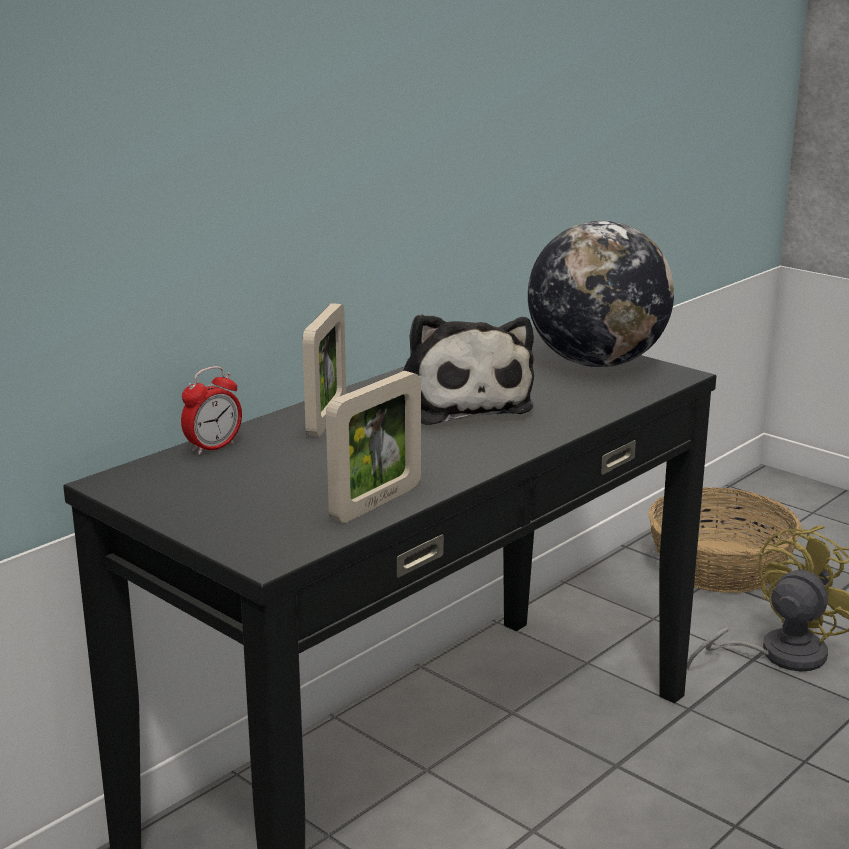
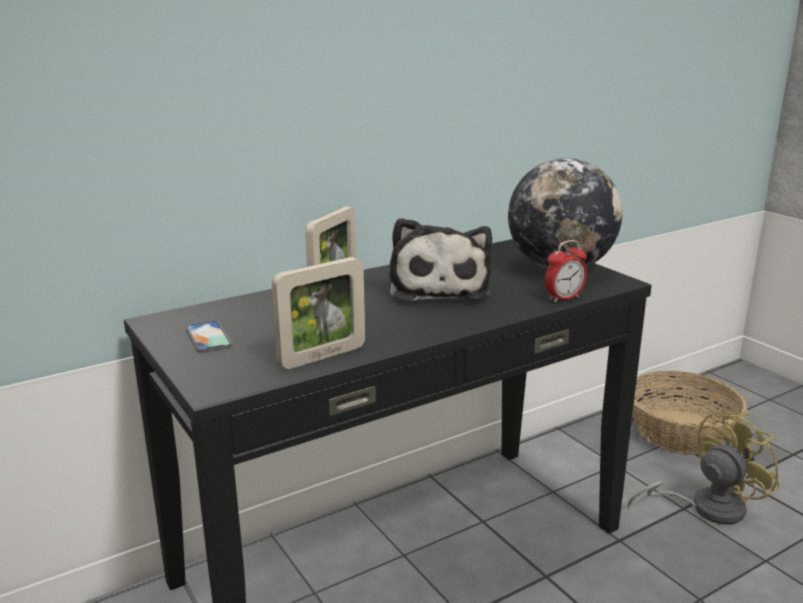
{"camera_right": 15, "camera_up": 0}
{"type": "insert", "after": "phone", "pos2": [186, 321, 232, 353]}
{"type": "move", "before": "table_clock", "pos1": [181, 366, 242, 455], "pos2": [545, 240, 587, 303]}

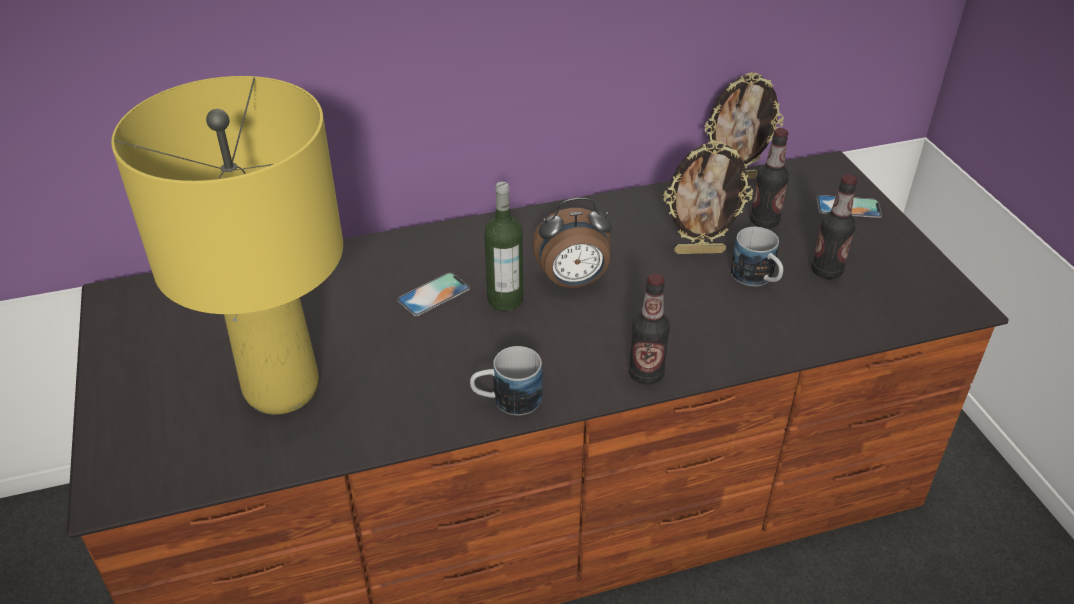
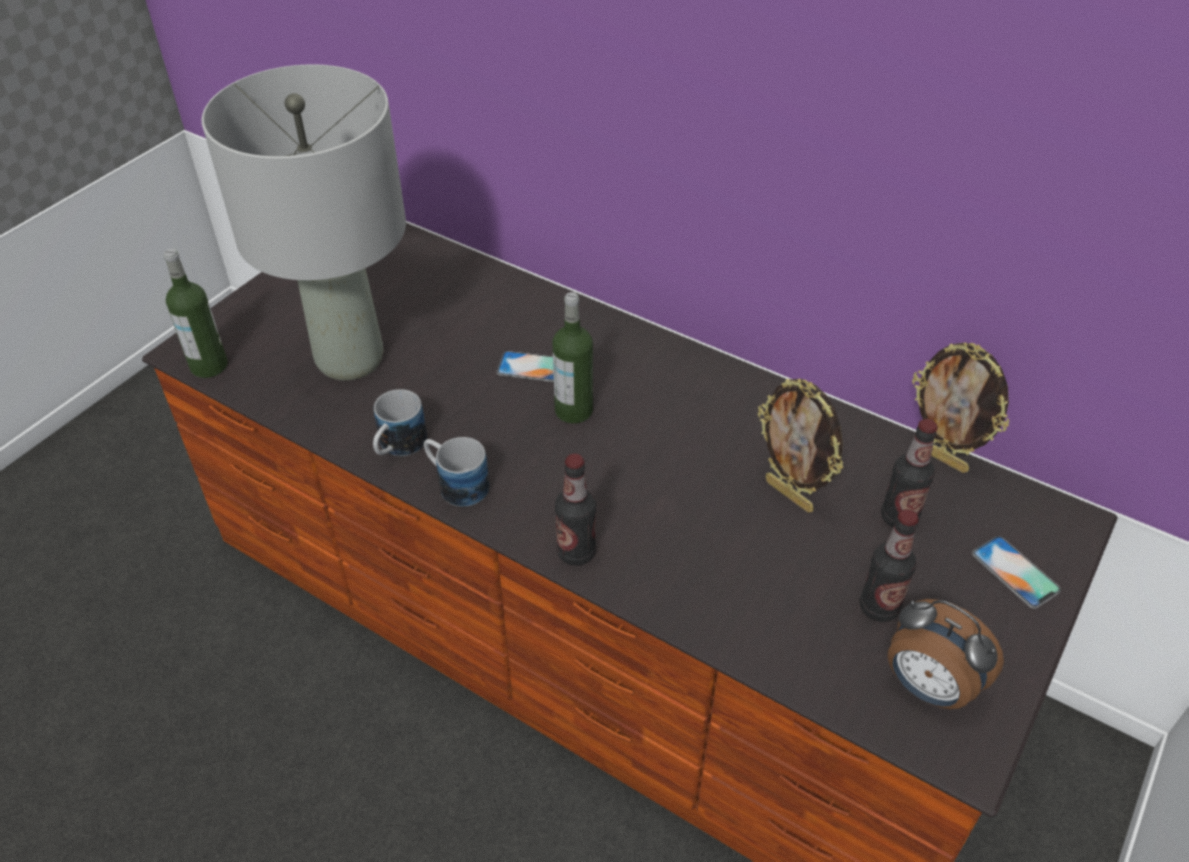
{"camera_right": 50, "camera_up": 5}
{"type": "insert", "after": "beverage_bottle", "pos2": [164, 249, 227, 378]}
{"type": "recolor", "before": "yellow_tabletop_lamp", "after": "greyish_tabletop_lamp", "pos1": [111, 76, 343, 415], "pos2": [202, 64, 406, 381]}
{"type": "move", "before": "tea_mug", "pos1": [731, 227, 783, 286], "pos2": [373, 389, 427, 456]}
{"type": "move", "before": "table_clock", "pos1": [532, 198, 612, 288], "pos2": [887, 599, 1004, 709]}

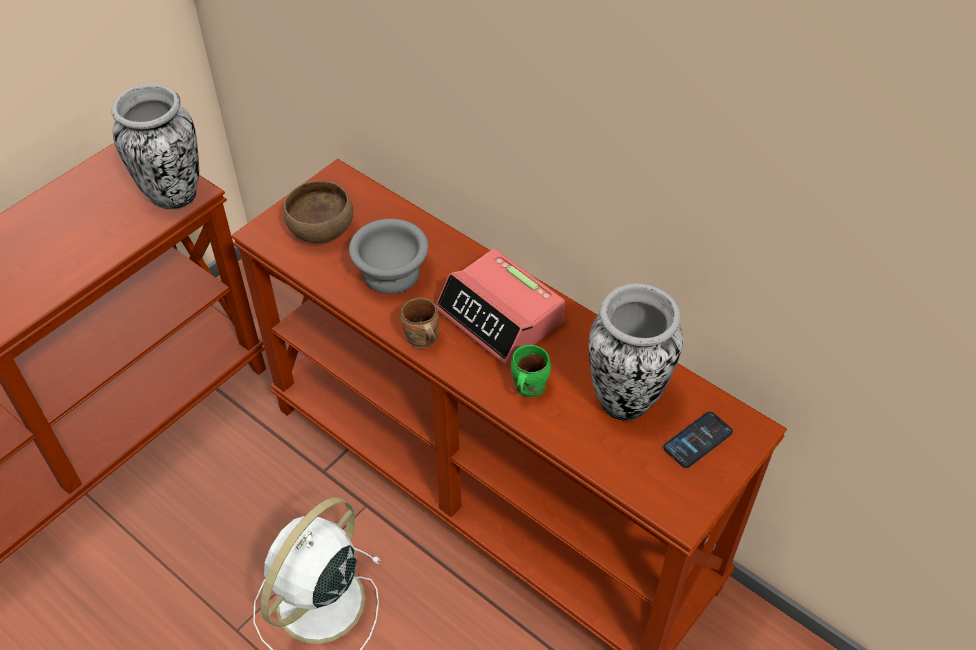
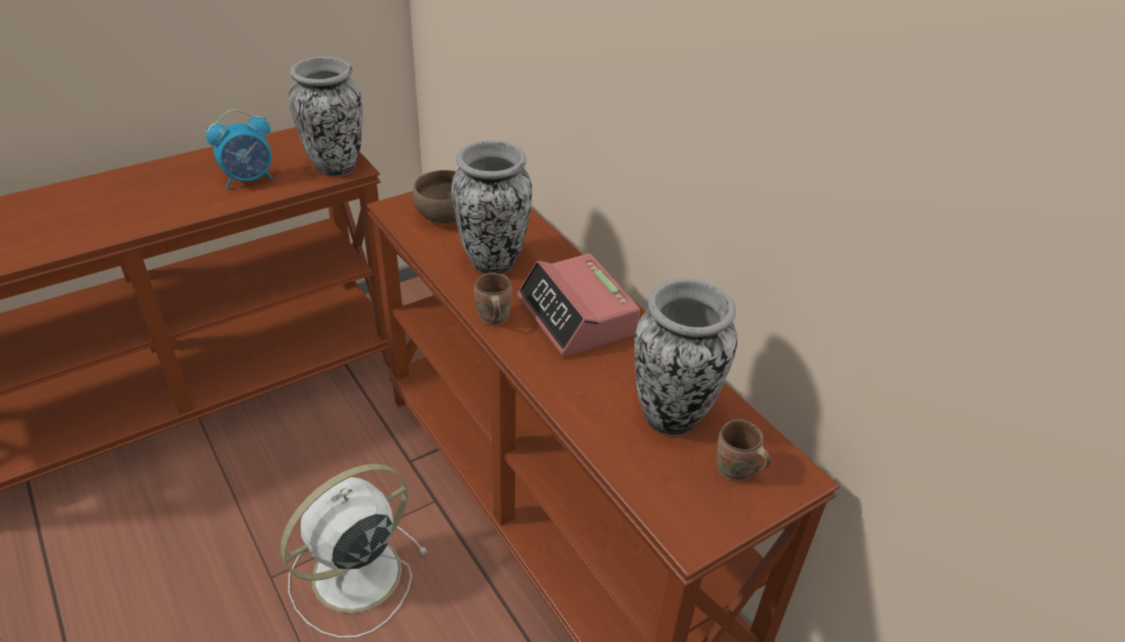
{"camera_right": 15, "camera_up": -10}
{"type": "insert", "after": "table_clock", "pos2": [206, 110, 273, 189]}
{"type": "replace", "before": "greyish_deep_dish", "after": "vase", "pos1": [349, 219, 428, 294], "pos2": [451, 140, 532, 274]}
{"type": "replace", "before": "phone", "after": "brown-coloured_tea_mug", "pos1": [663, 412, 733, 468], "pos2": [717, 419, 771, 481]}
{"type": "delete", "before": "green_tea_mug", "pos1": [511, 345, 551, 398]}

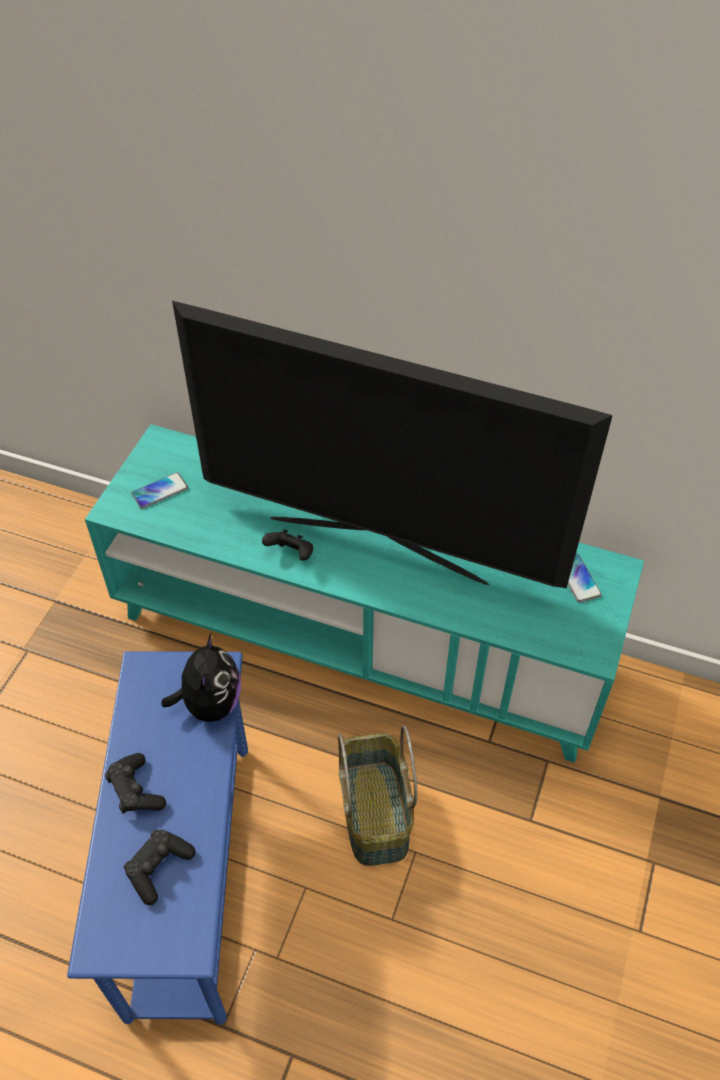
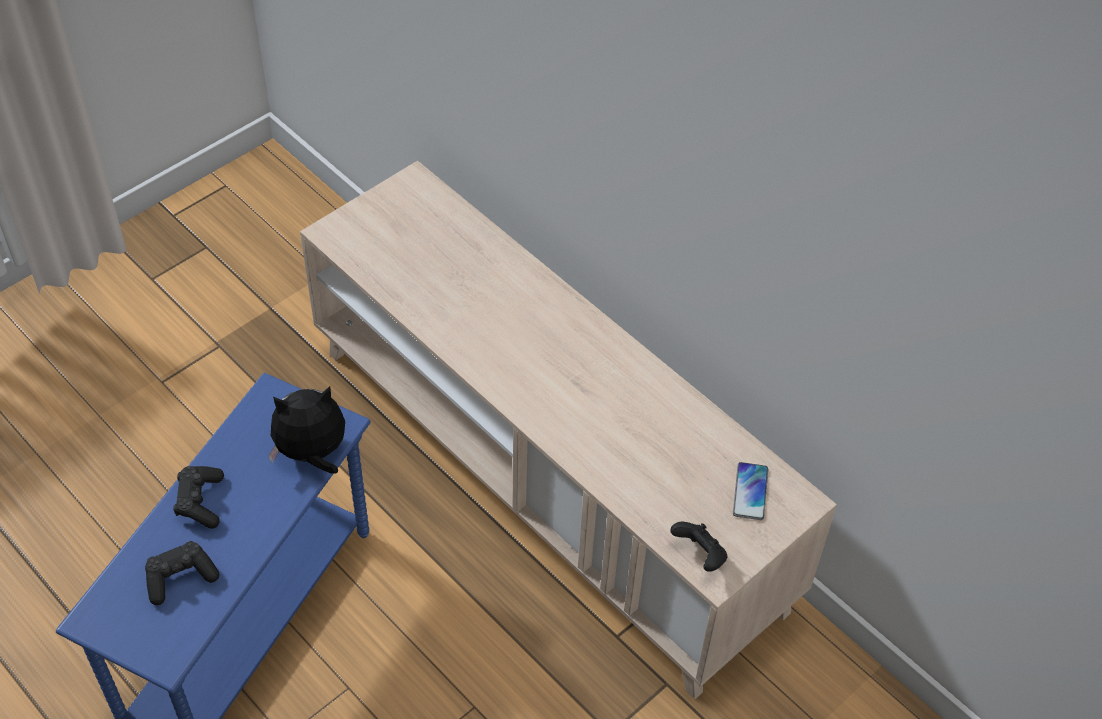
{"camera_right": 25, "camera_up": 0}
{"type": "rotate", "before": "soft_toy", "pos1": [162, 634, 241, 722], "pos2": [268, 386, 345, 474], "turn": -135}
{"type": "recolor", "before": "turquoise-coloured_media_console", "after": "beige_media_console", "pos1": [85, 424, 644, 763], "pos2": [300, 161, 837, 699]}
{"type": "move", "before": "blackish_game_controller", "pos1": [262, 529, 313, 561], "pos2": [670, 522, 727, 572]}
{"type": "delete", "before": "phone", "pos1": [131, 473, 188, 509]}
{"type": "delete", "before": "television", "pos1": [172, 301, 613, 588]}
{"type": "delete", "before": "basket", "pos1": [338, 725, 417, 866]}

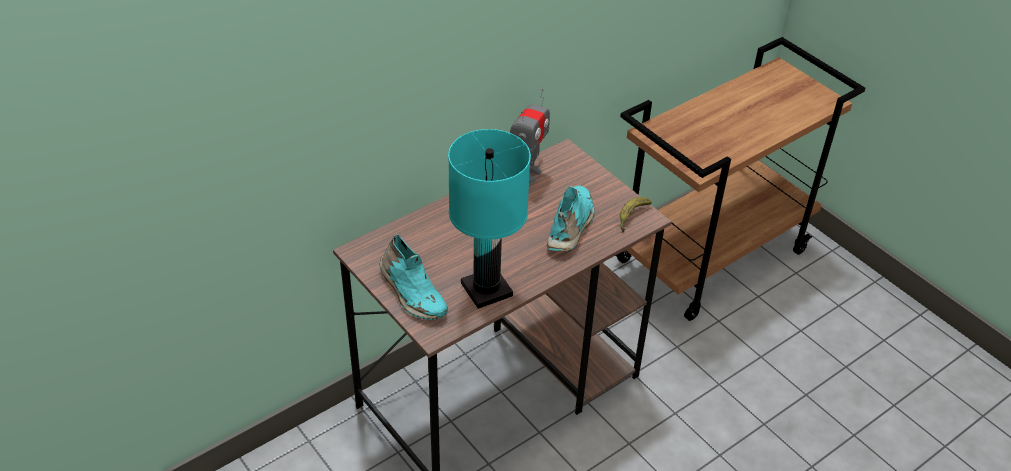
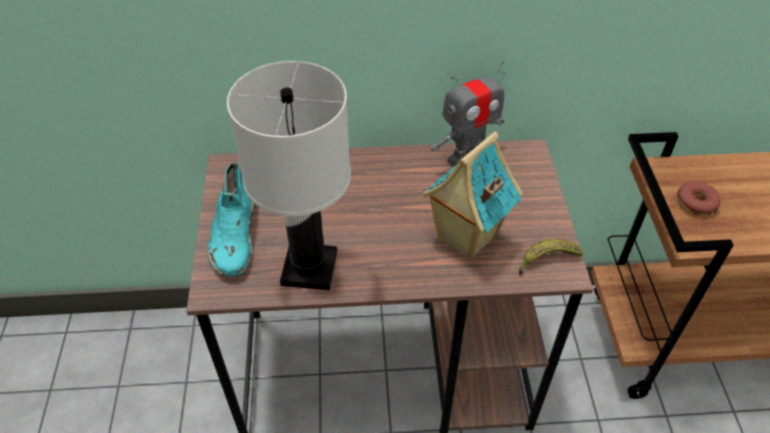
{"camera_right": 35, "camera_up": 5}
{"type": "recolor", "before": "turquoise-coloured_tabletop_lamp", "after": "white_tabletop_lamp", "pos1": [448, 129, 531, 309], "pos2": [227, 61, 351, 290]}
{"type": "replace", "before": "turquoise-coloured_item_of_footwear", "after": "miniature_house", "pos1": [546, 186, 595, 251], "pos2": [423, 132, 523, 261]}
{"type": "insert", "after": "ring_doughnut", "pos2": [677, 181, 721, 215]}

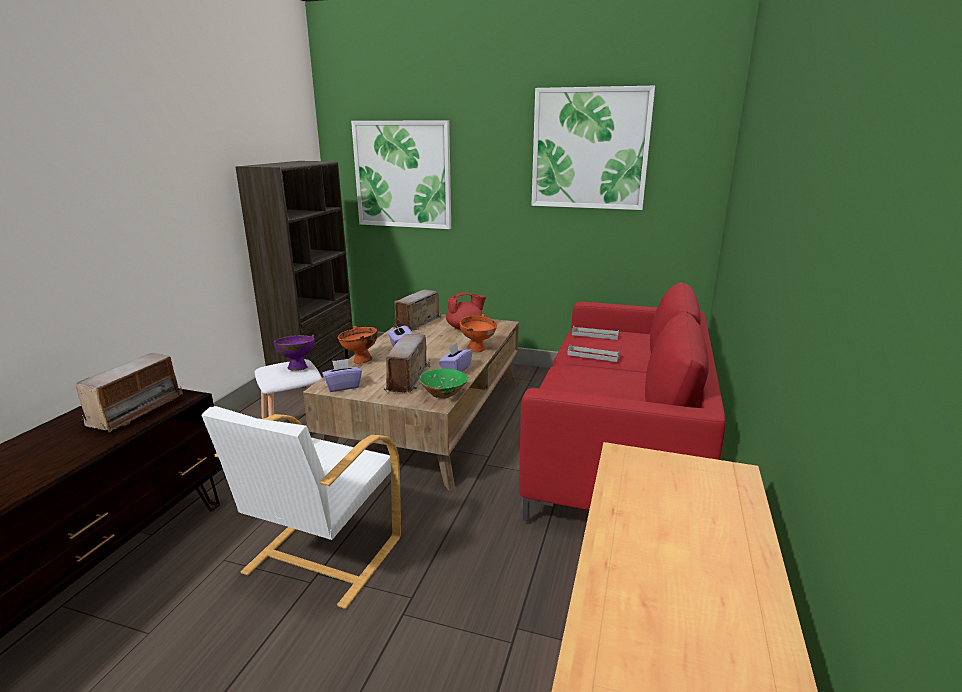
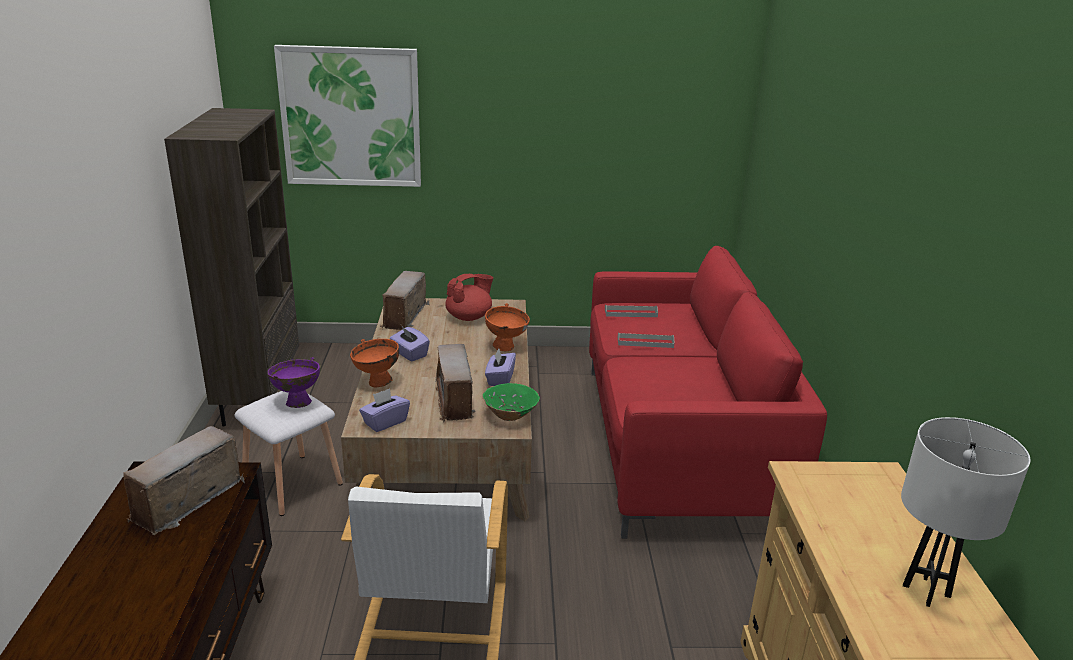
{"camera_right": -20, "camera_up": 5}
{"type": "rotate", "before": "radio_receiver", "pos1": [76, 353, 183, 432], "pos2": [123, 426, 245, 535], "turn": -150}
{"type": "insert", "after": "white_tabletop_lamp", "pos2": [901, 417, 1031, 607]}
{"type": "delete", "before": "wall_art", "pos1": [531, 86, 655, 210]}

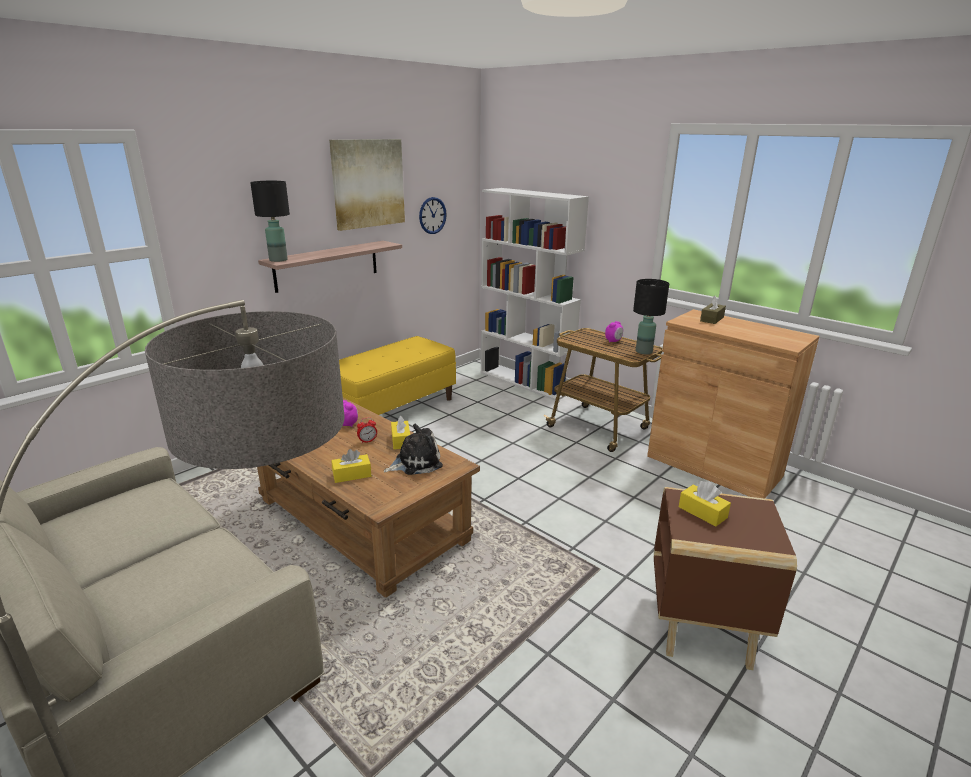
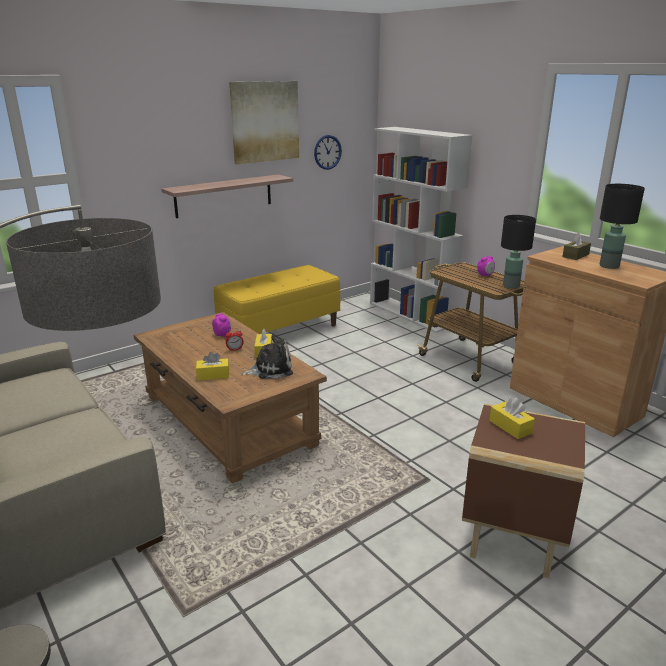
{"camera_right": 10, "camera_up": 0}
{"type": "move", "before": "blackish_tabletop_lamp", "pos1": [250, 181, 290, 262], "pos2": [600, 184, 645, 269]}

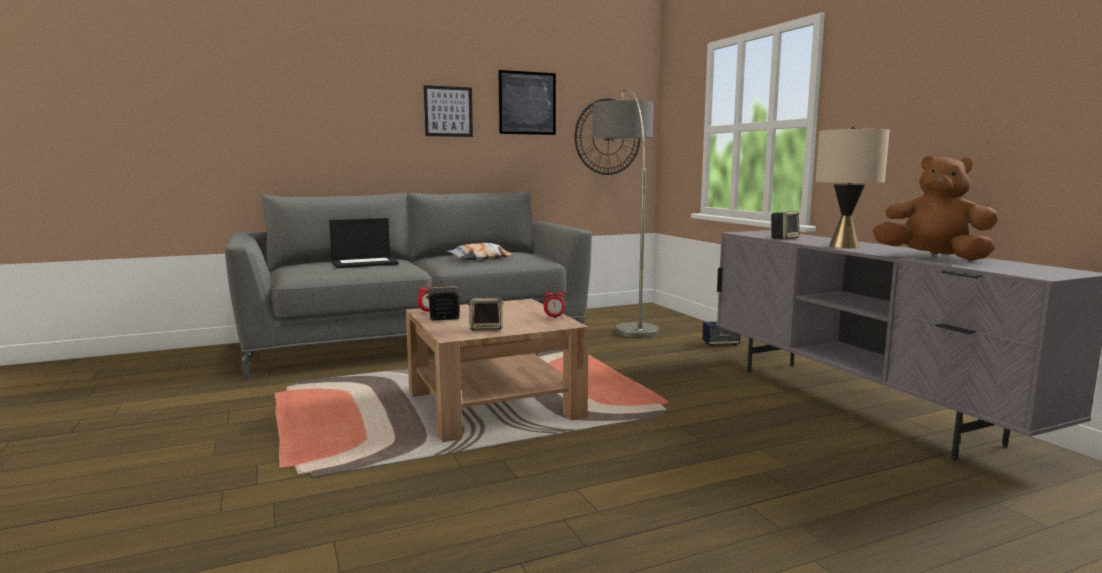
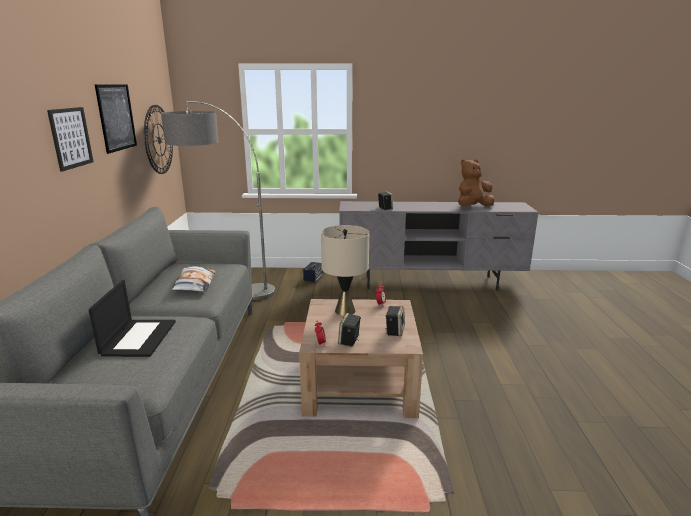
{"camera_right": -65, "camera_up": 10}
{"type": "move", "before": "beige_tabletop_lamp", "pos1": [815, 126, 890, 248], "pos2": [321, 225, 369, 316]}

